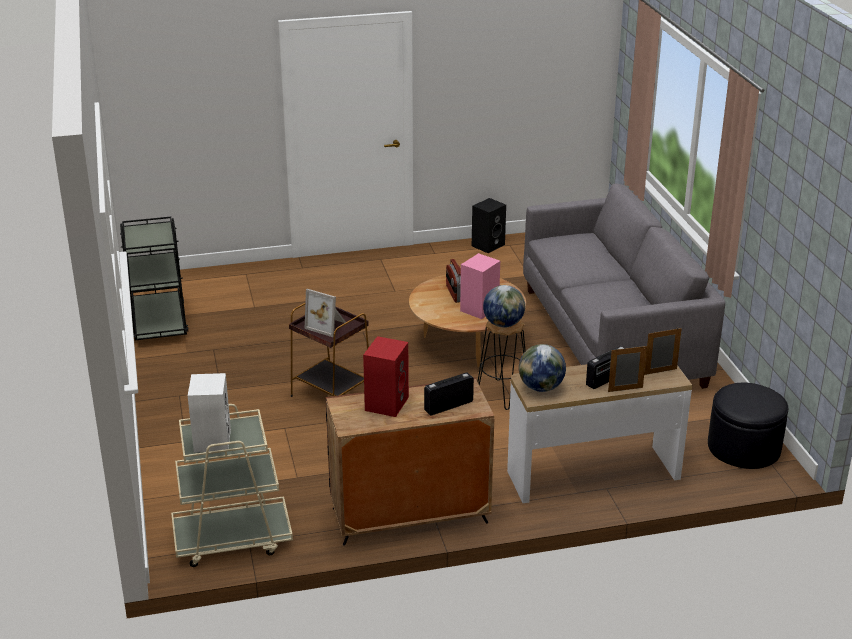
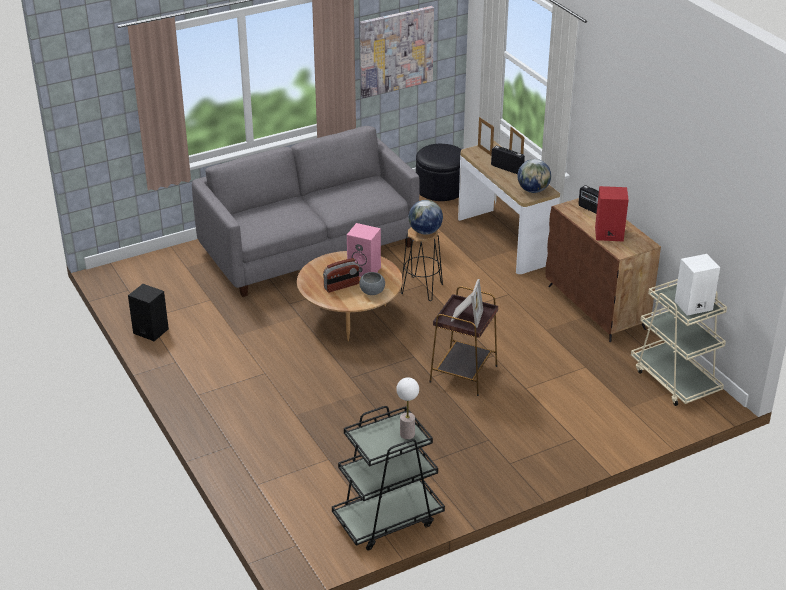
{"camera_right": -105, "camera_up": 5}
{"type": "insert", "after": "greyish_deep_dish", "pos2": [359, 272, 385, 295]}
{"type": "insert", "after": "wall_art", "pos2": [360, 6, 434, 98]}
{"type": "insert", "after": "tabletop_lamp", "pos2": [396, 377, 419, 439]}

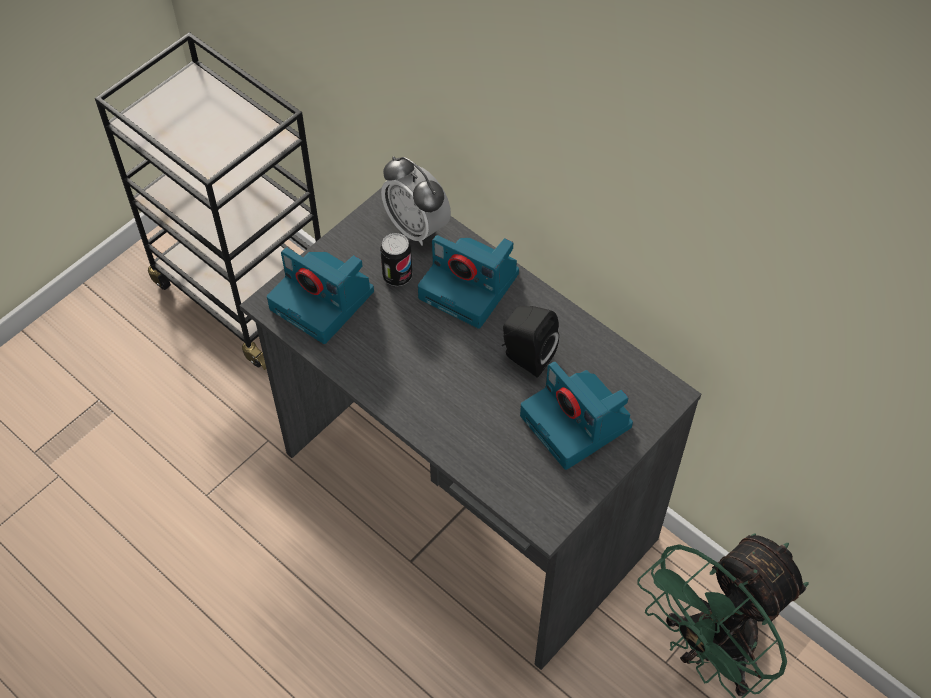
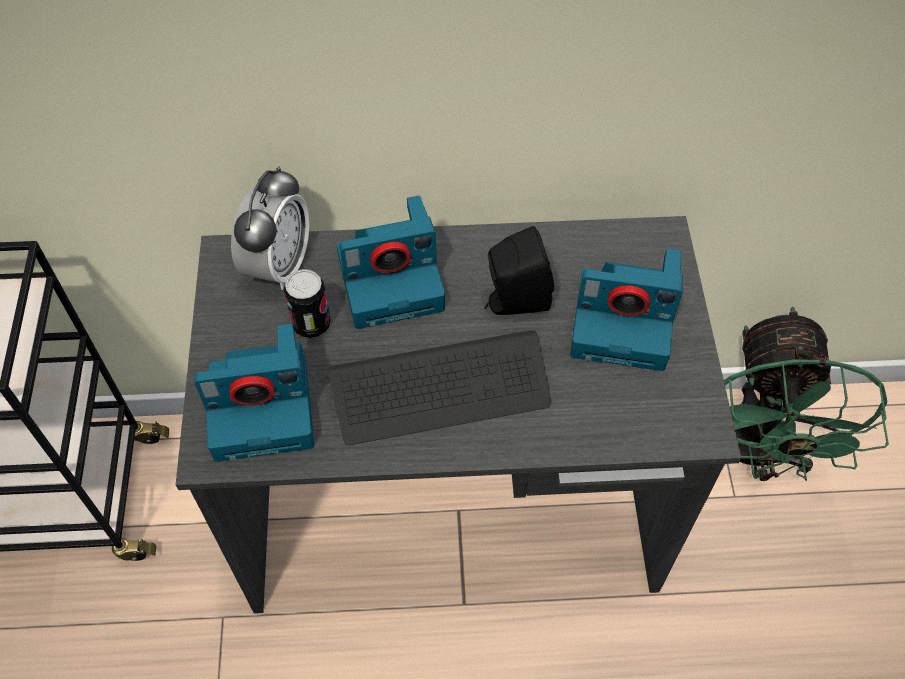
{"camera_right": -45, "camera_up": 0}
{"type": "rotate", "before": "table_clock", "pos1": [381, 156, 451, 246], "pos2": [231, 166, 309, 290], "turn": -75}
{"type": "insert", "after": "keyboard", "pos2": [328, 330, 552, 445]}

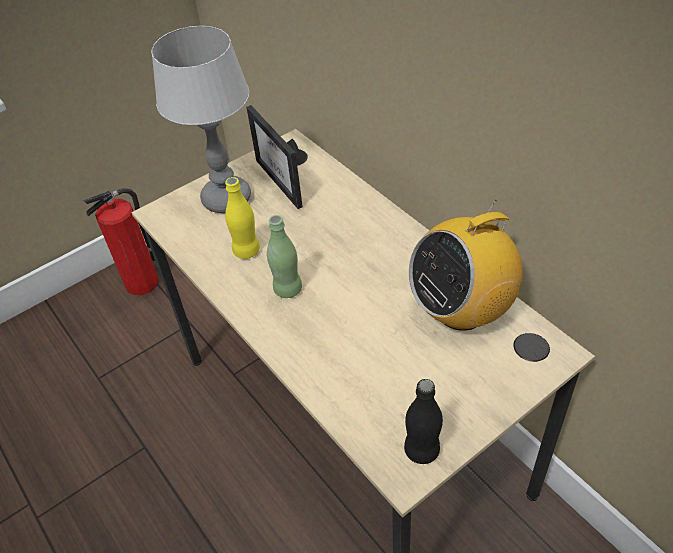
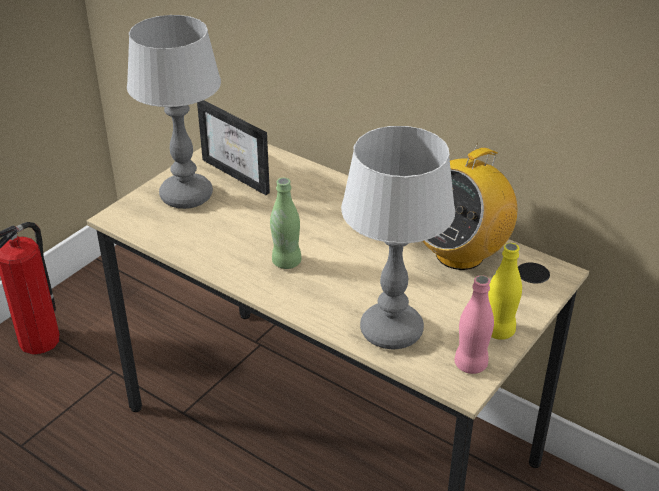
{"camera_right": -20, "camera_up": -10}
{"type": "insert", "after": "tabletop_lamp", "pos2": [341, 126, 455, 350]}
{"type": "recolor", "before": "blackish_beverage_bottle", "after": "pink-coloured_beverage_bottle", "pos1": [404, 379, 443, 464], "pos2": [454, 275, 494, 374]}
{"type": "move", "before": "yellow_beverage_bottle", "pos1": [225, 177, 260, 259], "pos2": [488, 243, 522, 340]}

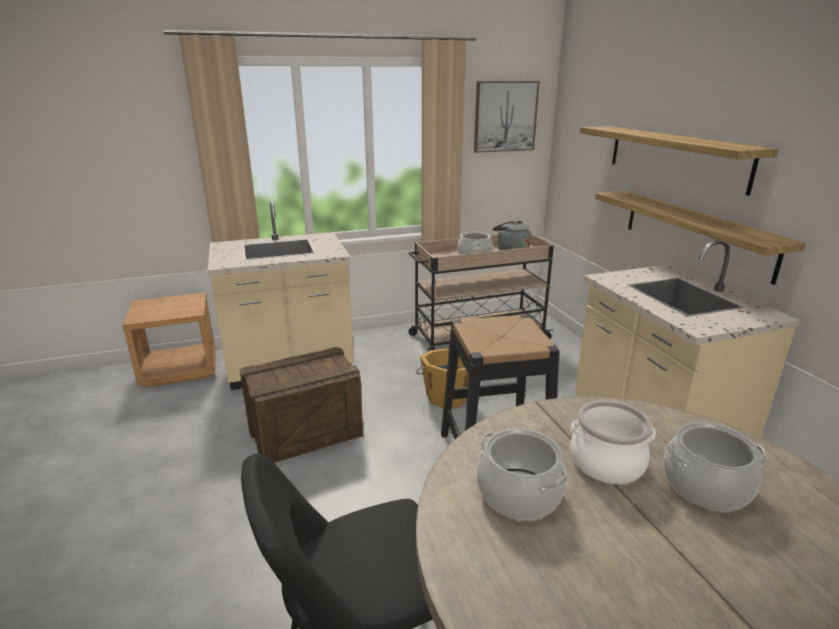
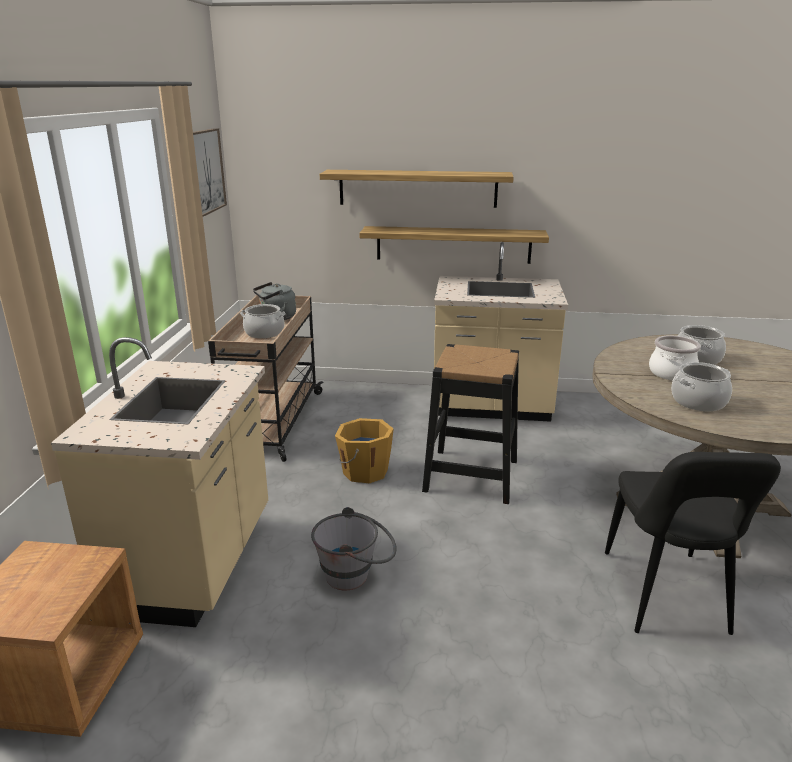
{"camera_right": -65, "camera_up": 0}
{"type": "replace", "before": "shipping_crate", "after": "greyish_water_bucket", "pos1": [240, 347, 363, 463], "pos2": [311, 507, 397, 590]}

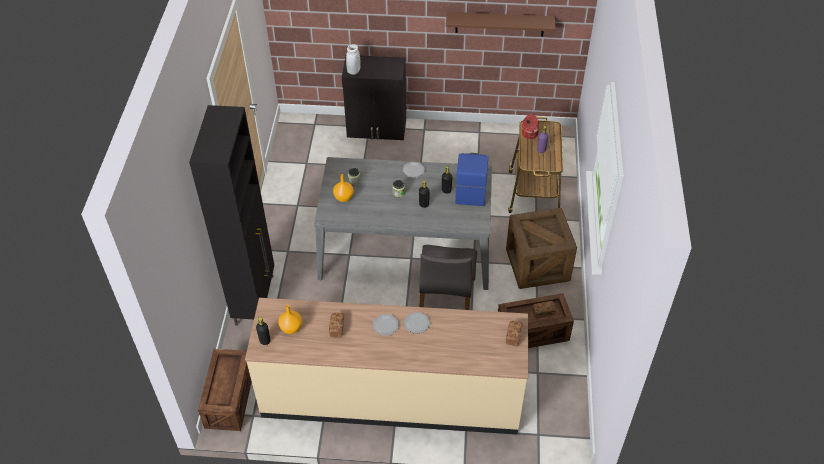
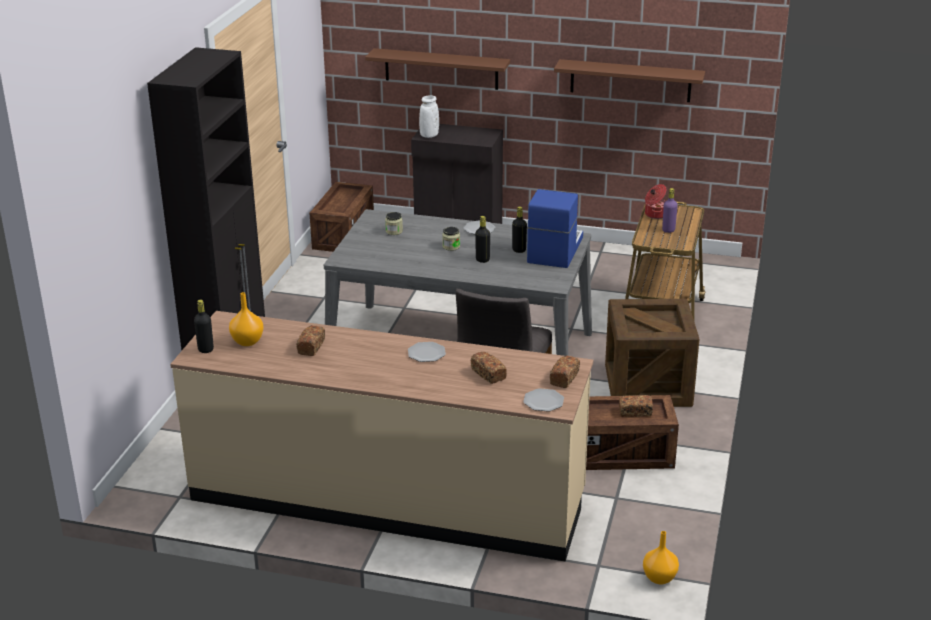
{"camera_right": 10, "camera_up": -20}
{"type": "move", "before": "shipping_crate", "pos1": [198, 349, 252, 431], "pos2": [309, 182, 374, 252]}
{"type": "insert", "after": "brown-coloured_shelf", "pos2": [365, 48, 510, 90]}
{"type": "insert", "after": "bread", "pos2": [471, 352, 507, 384]}
{"type": "move", "before": "dinner_plate", "pos1": [373, 314, 398, 335], "pos2": [523, 388, 564, 412]}
{"type": "move", "before": "orangey_vase", "pos1": [333, 174, 354, 202], "pos2": [643, 531, 679, 584]}

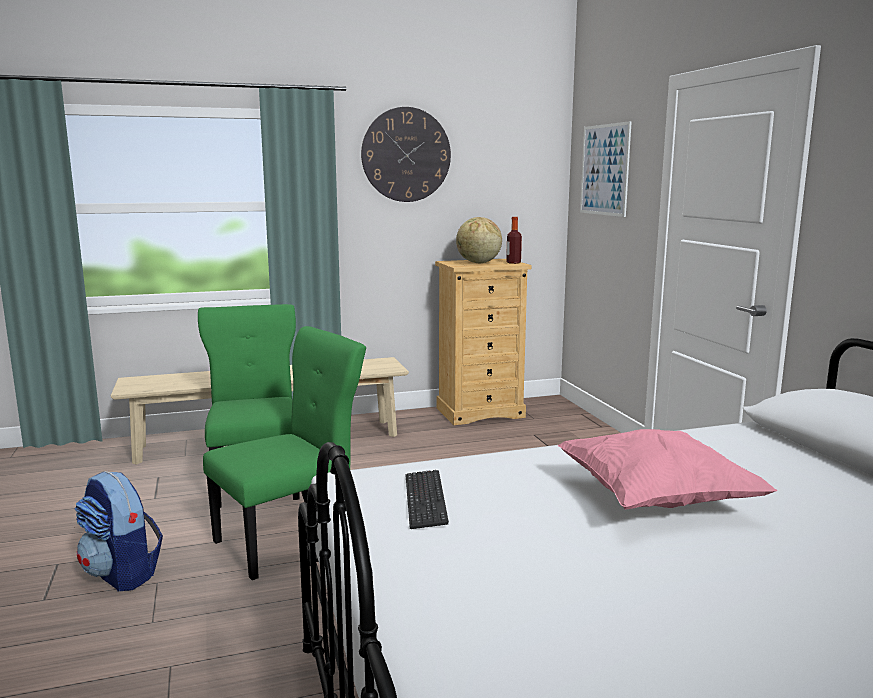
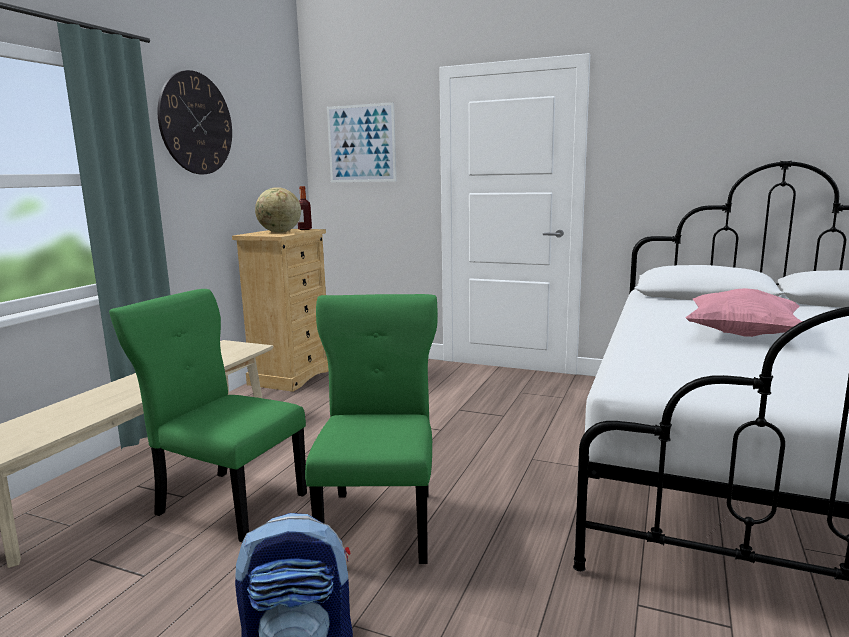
{"camera_right": -50, "camera_up": 0}
{"type": "delete", "before": "keyboard", "pos1": [405, 470, 449, 529]}

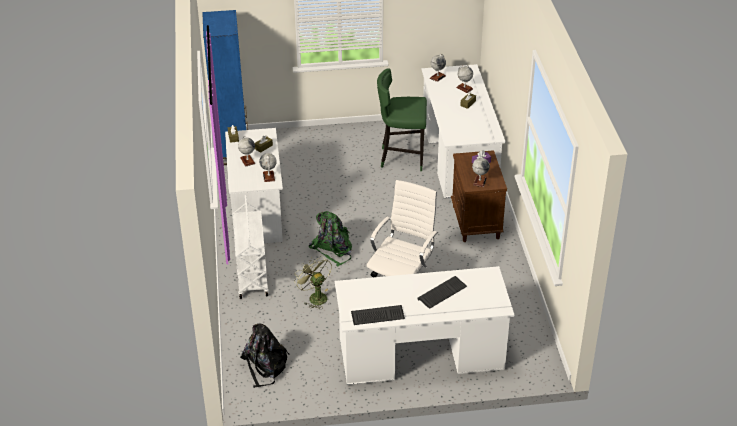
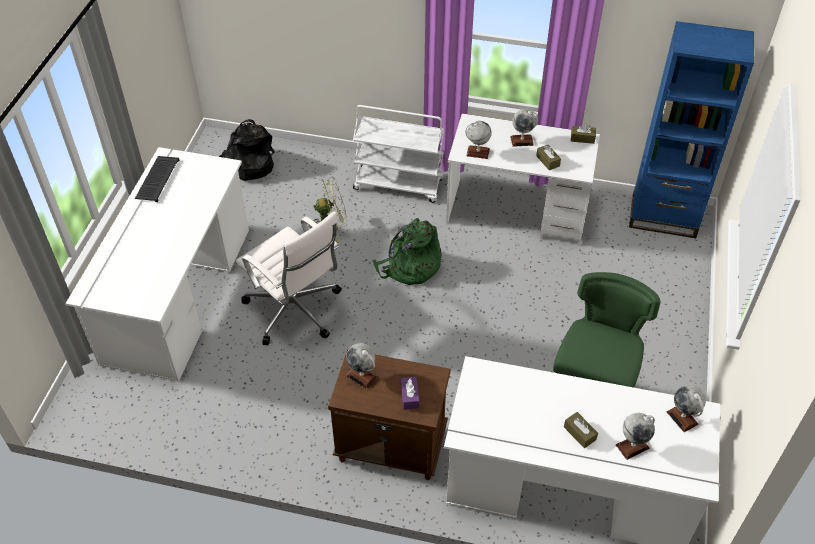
{"camera_right": 110, "camera_up": 10}
{"type": "delete", "before": "keyboard", "pos1": [418, 276, 467, 309]}

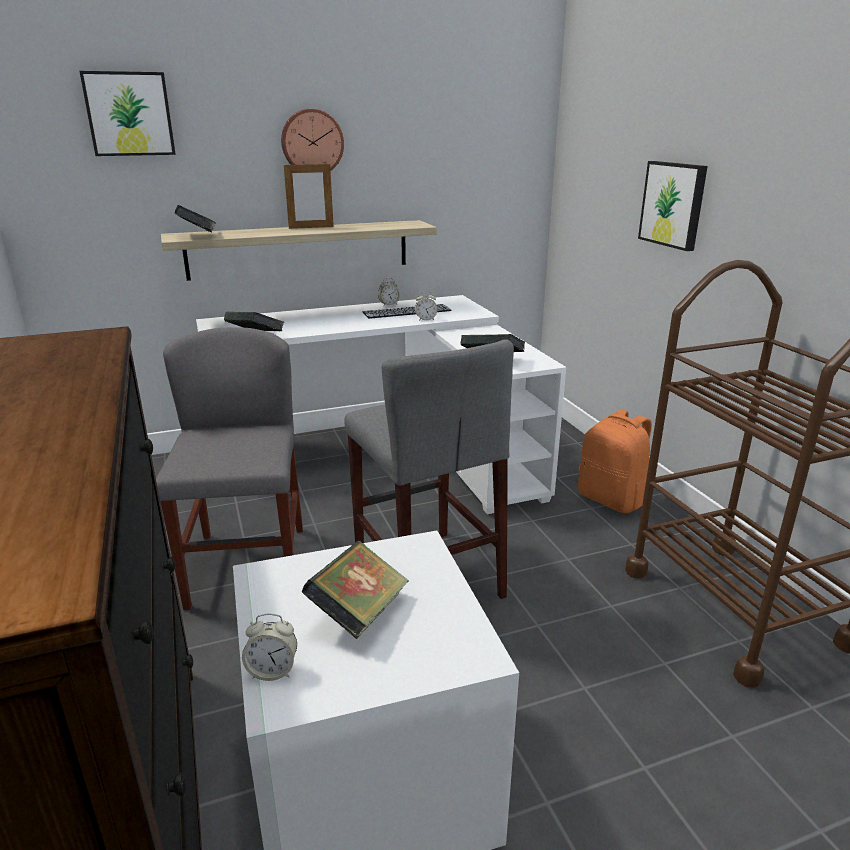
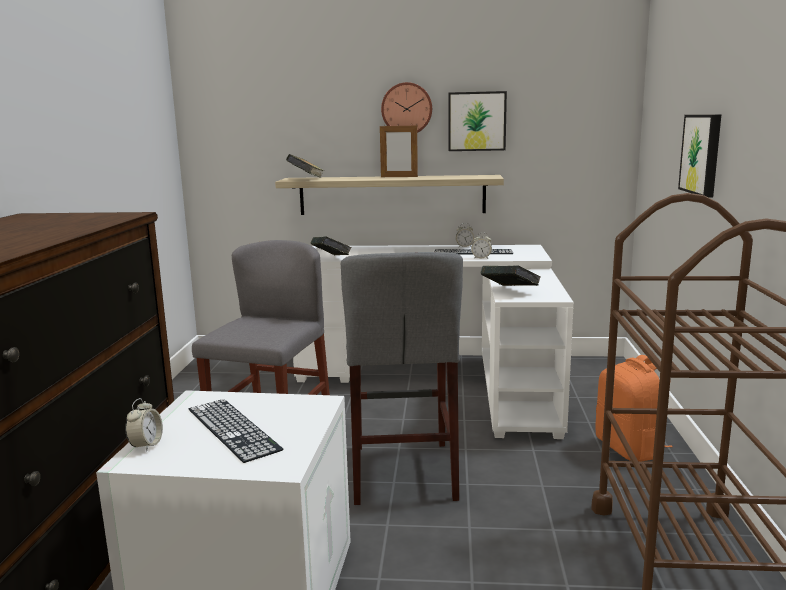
{"camera_right": 25, "camera_up": -10}
{"type": "rotate", "before": "table_clock", "pos1": [242, 614, 297, 681], "pos2": [125, 398, 163, 452], "turn": -105}
{"type": "replace", "before": "bound_book", "after": "keyboard", "pos1": [301, 541, 409, 639], "pos2": [189, 399, 283, 463]}
{"type": "move", "before": "wall_art", "pos1": [79, 71, 176, 156], "pos2": [448, 91, 507, 151]}

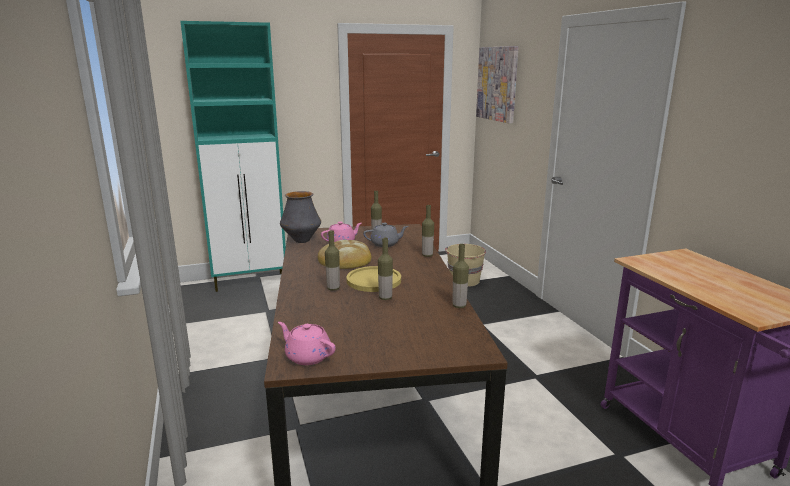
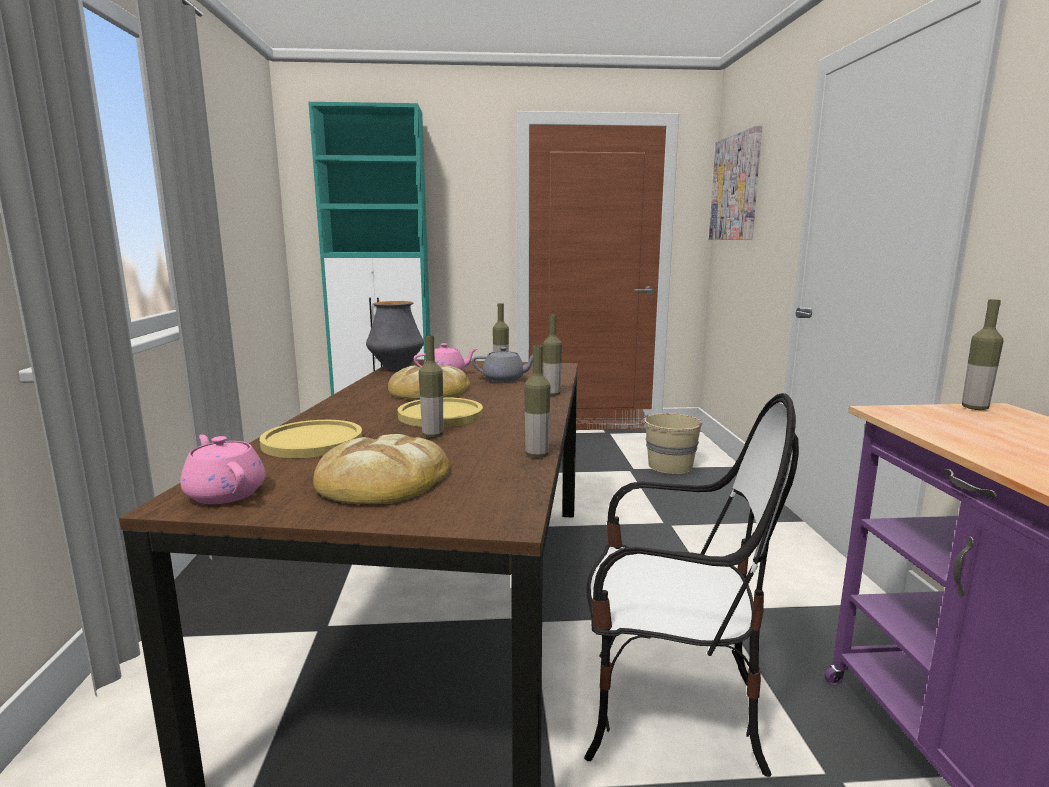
{"camera_right": 15, "camera_up": -5}
{"type": "insert", "after": "yellow_dinner_plate", "pos2": [259, 420, 362, 458]}
{"type": "insert", "after": "bread", "pos2": [313, 434, 450, 505]}
{"type": "insert", "after": "upright_chair", "pos2": [584, 393, 799, 777]}
{"type": "move", "before": "beverage_bottle", "pos1": [325, 230, 340, 291], "pos2": [962, 299, 1003, 410]}

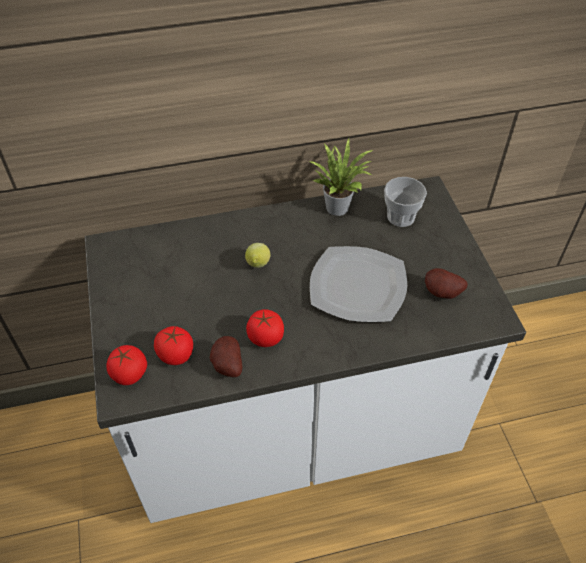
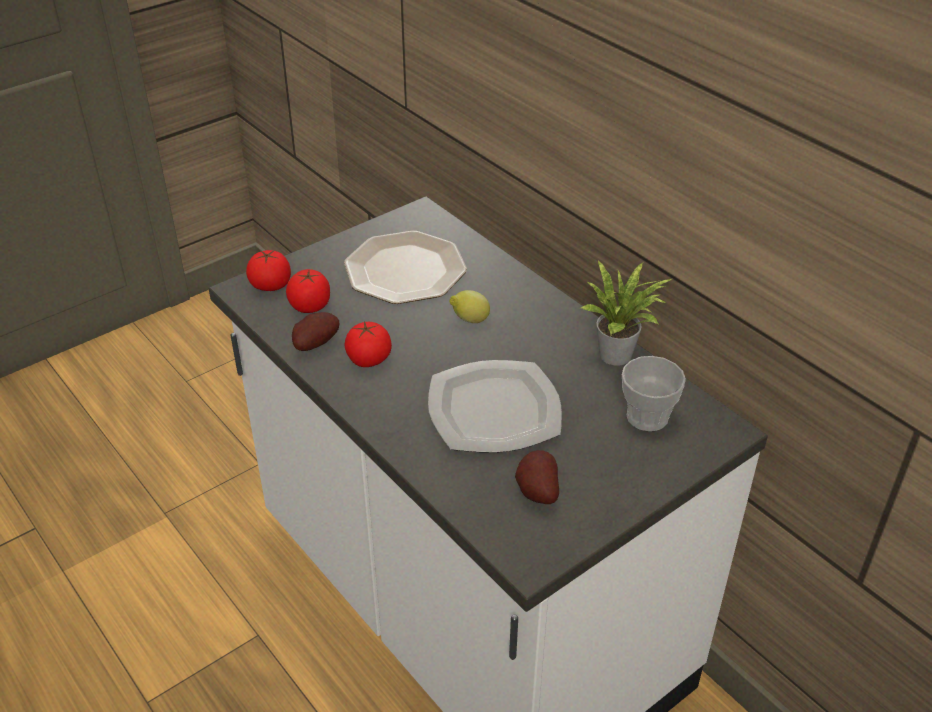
{"camera_right": 65, "camera_up": -10}
{"type": "insert", "after": "dinner_plate", "pos2": [344, 231, 467, 304]}

